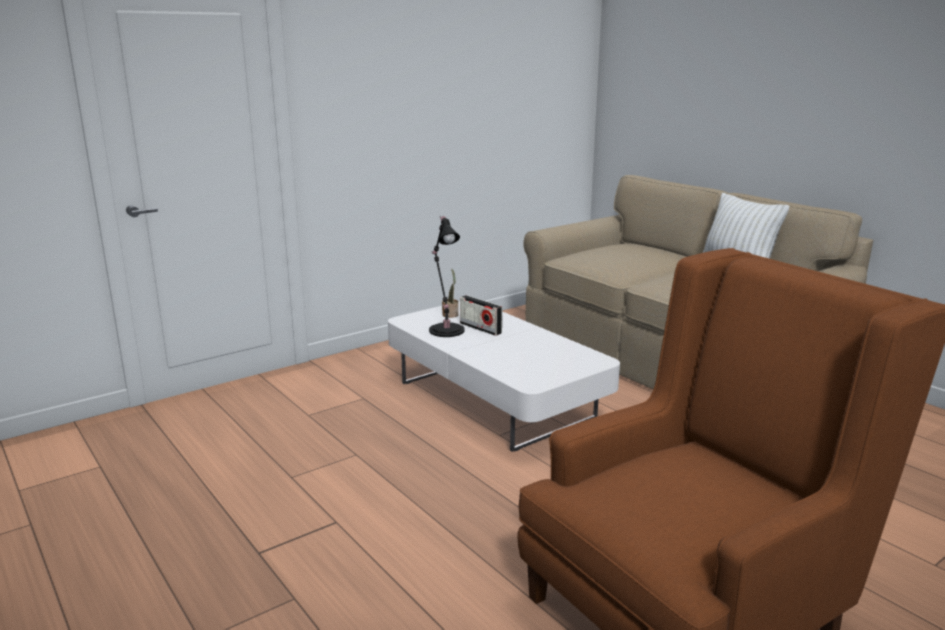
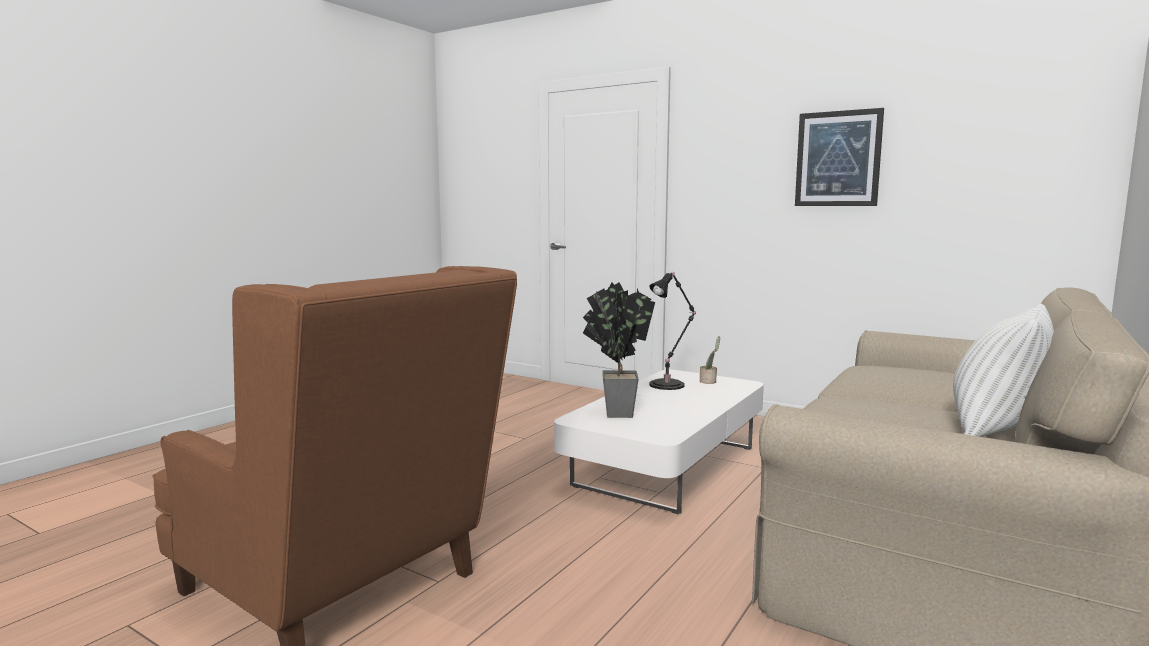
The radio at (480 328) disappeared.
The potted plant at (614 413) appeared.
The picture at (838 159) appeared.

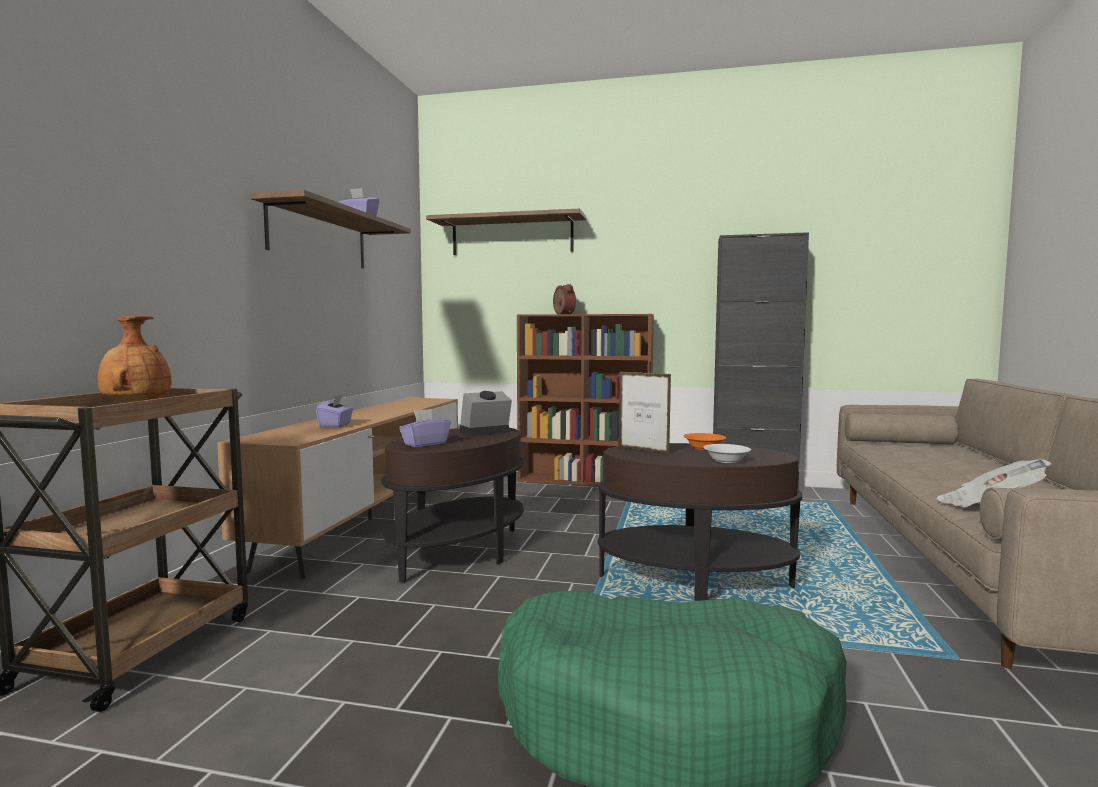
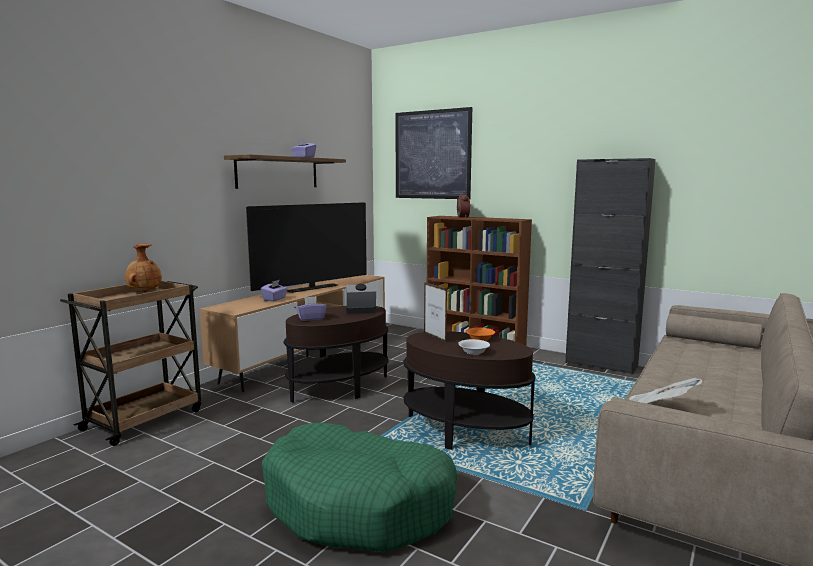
The shelf at (512 236) was replaced by the picture at (432 155).
The television at (312 288) appeared.

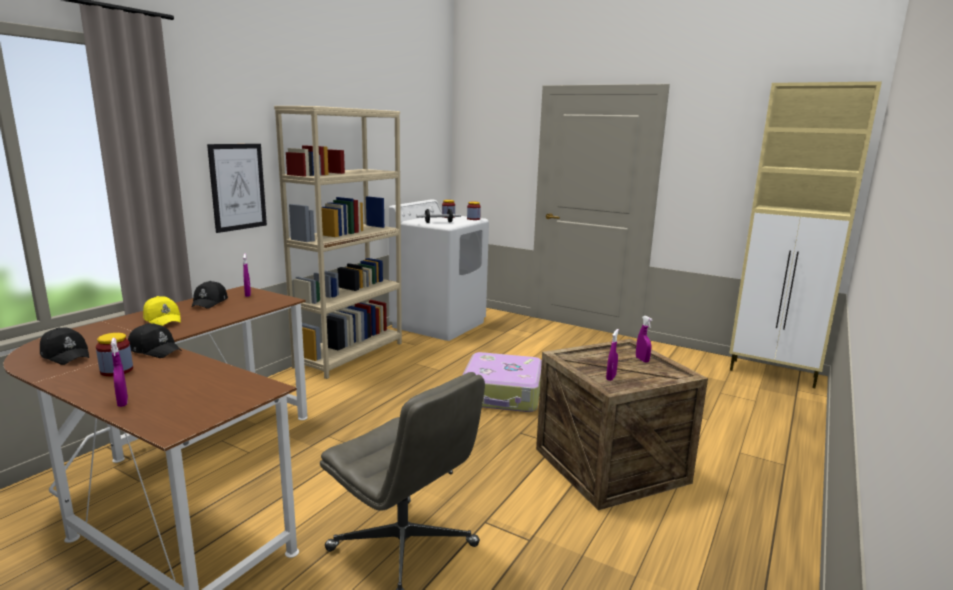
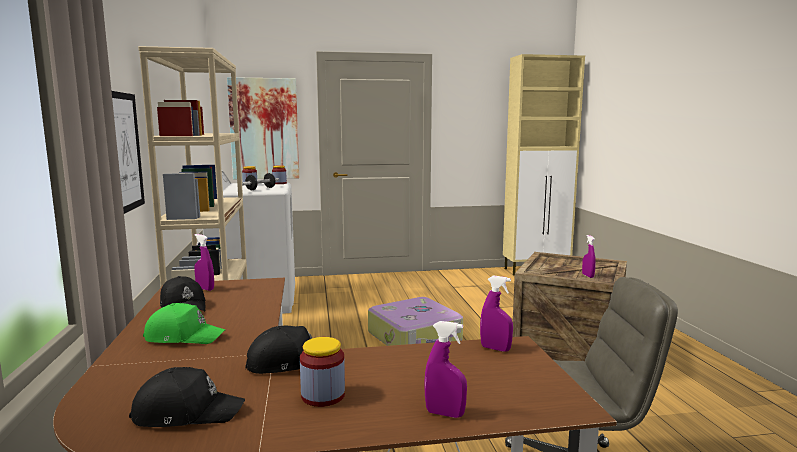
The yellow cap at (163 319) became the green cap at (184 336).
The purple spray bottle moved from (642 360) to (495 349).
The picture at (264 129) appeared.

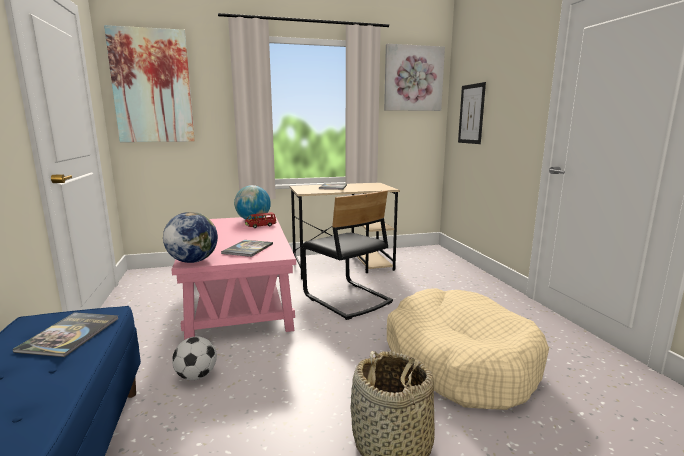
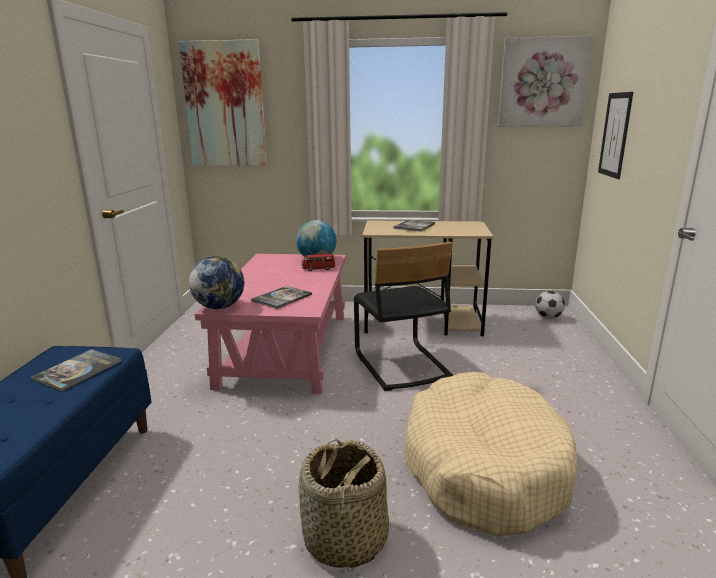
The football moved from (196 376) to (548 317).

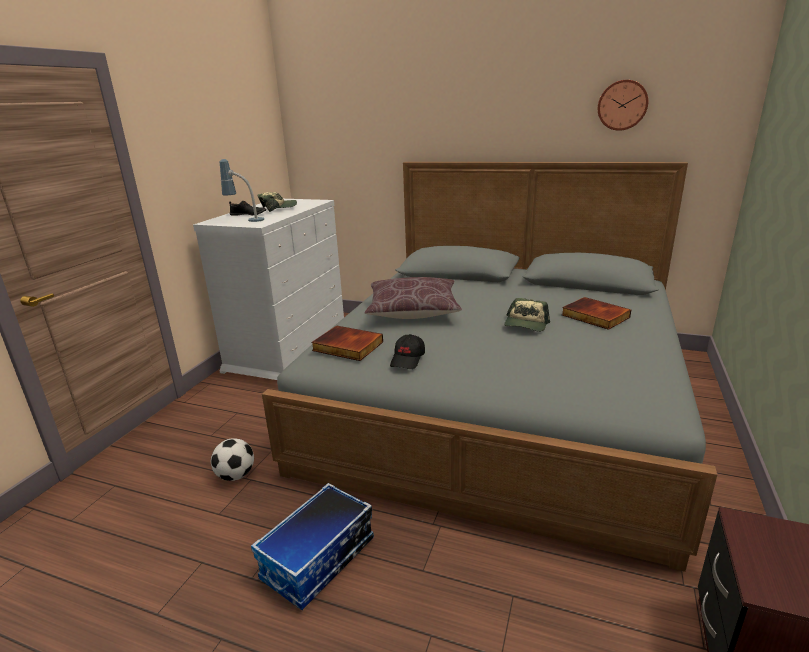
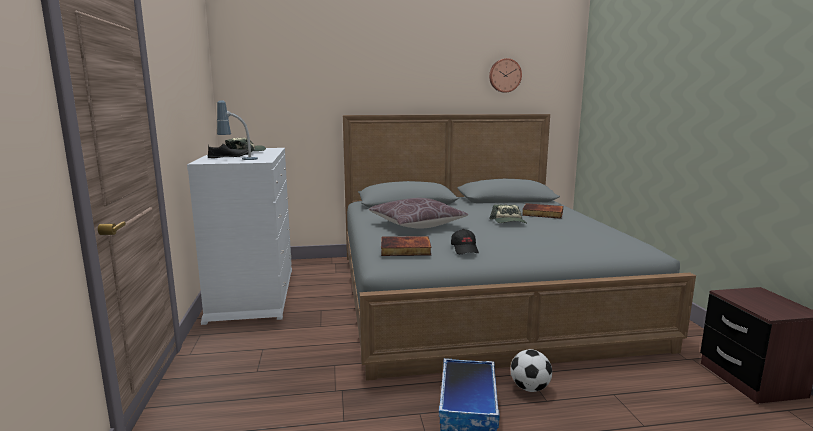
The football moved from (236 475) to (530 388).

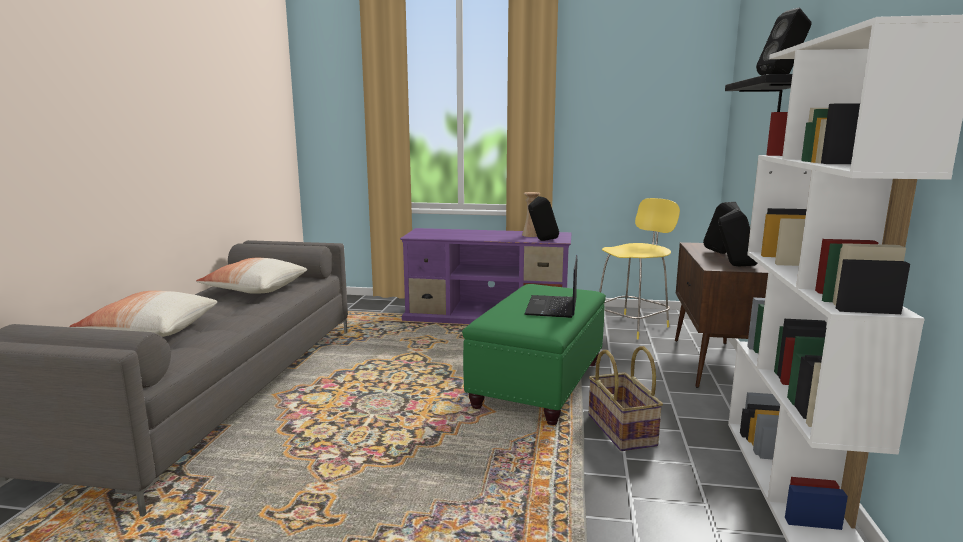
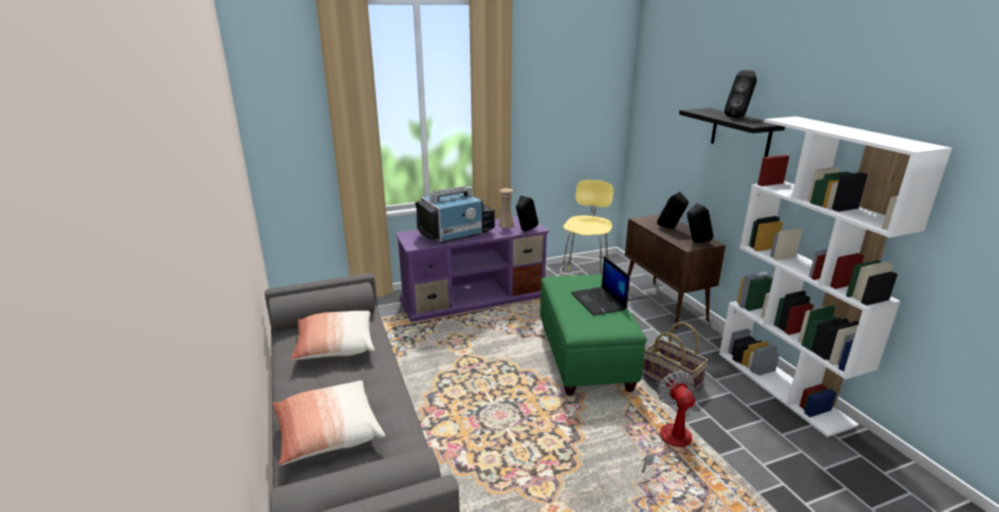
The television at (456 234) appeared.
The fan at (670 443) appeared.

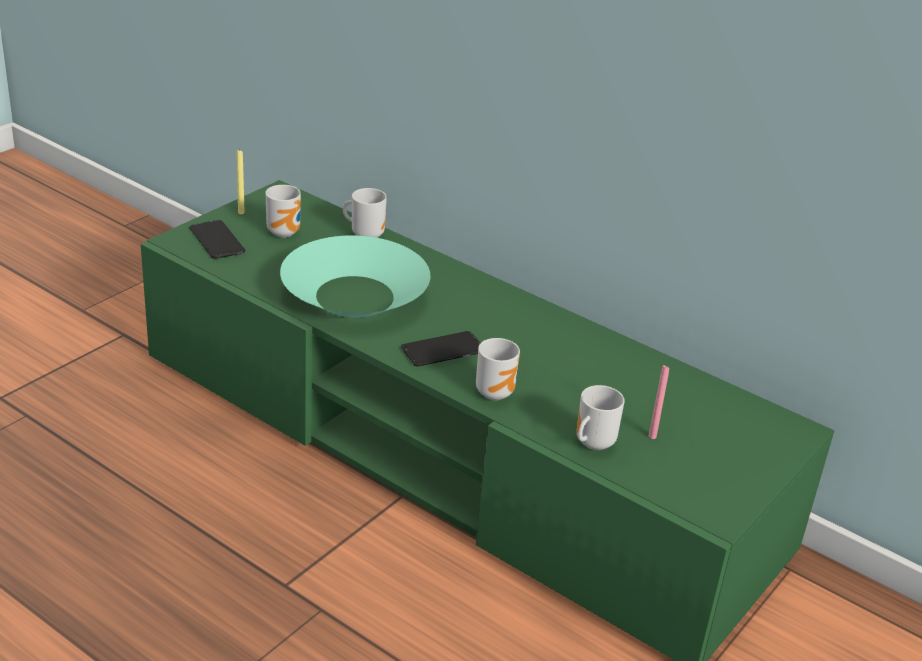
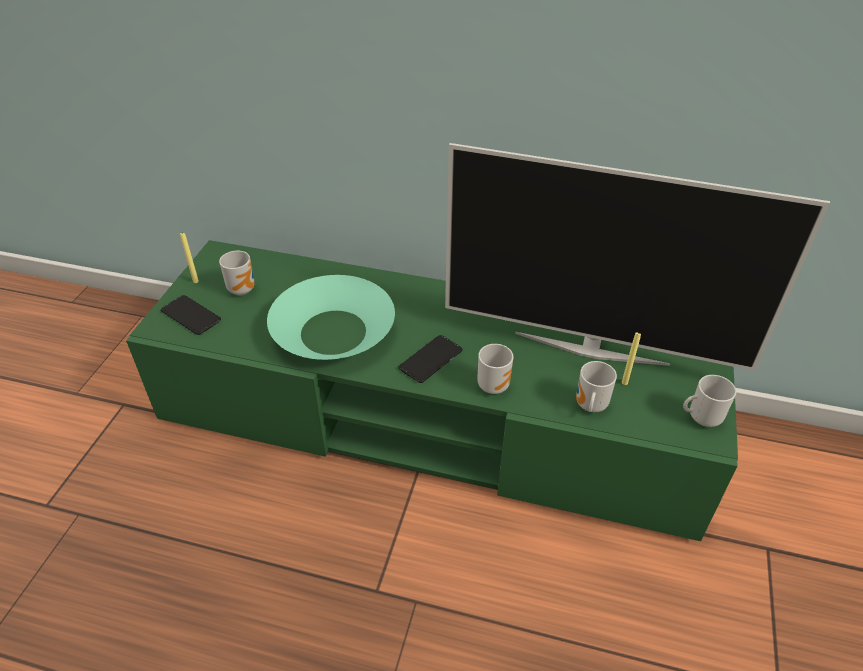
The mug moved from (365 235) to (701 418).
The pink candle at (652 436) became the yellow candle at (624 382).
The television at (591 347) appeared.

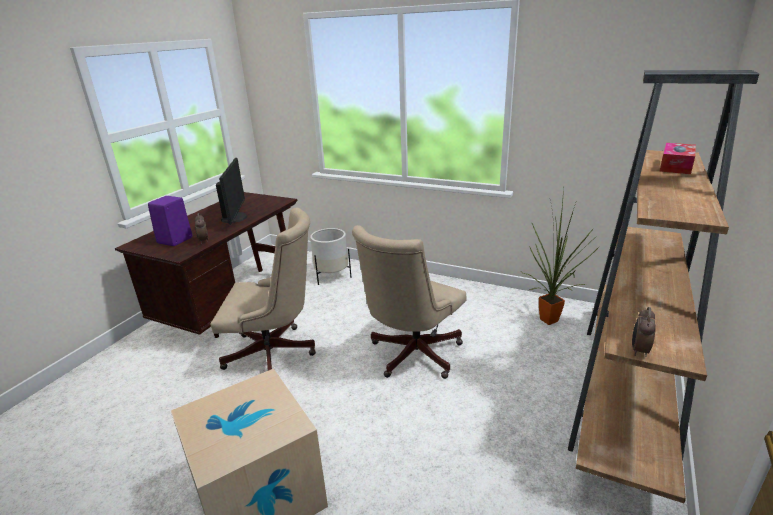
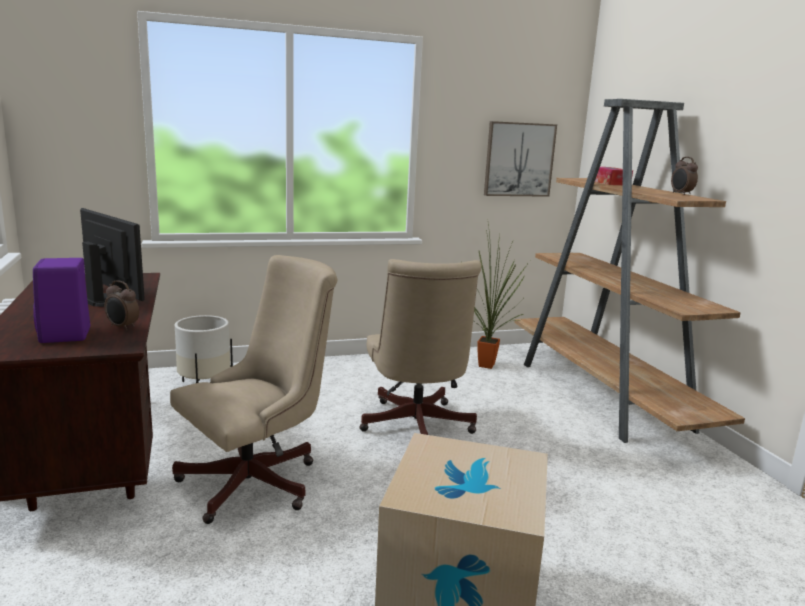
The alarm clock moved from (639 350) to (681 194).
The picture at (519 159) appeared.

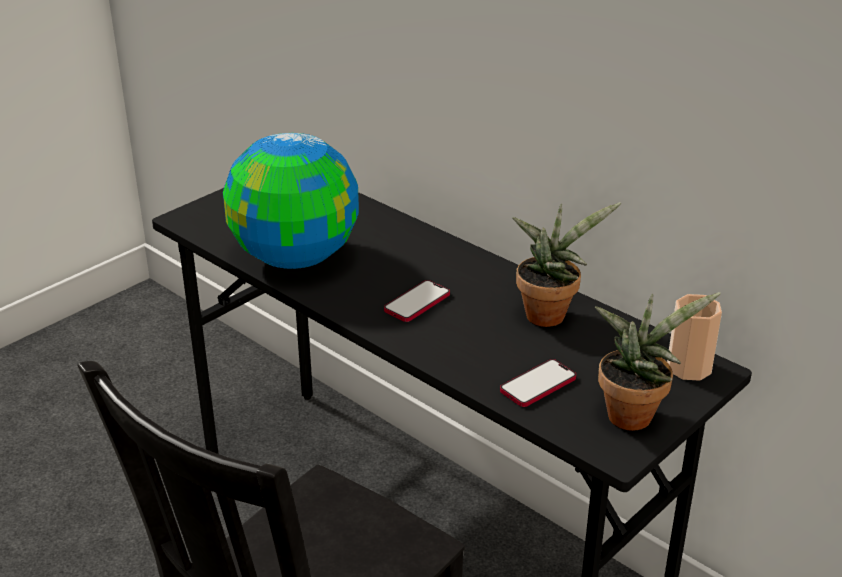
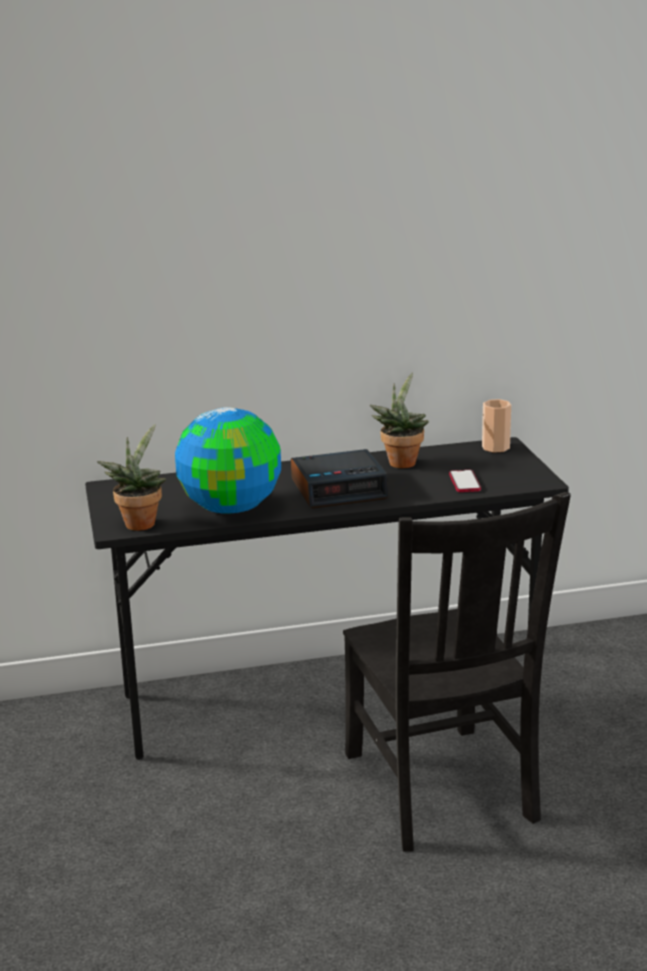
The phone at (417 303) was replaced by the alarm clock at (339 489).
The potted plant moved from (633 413) to (139 522).

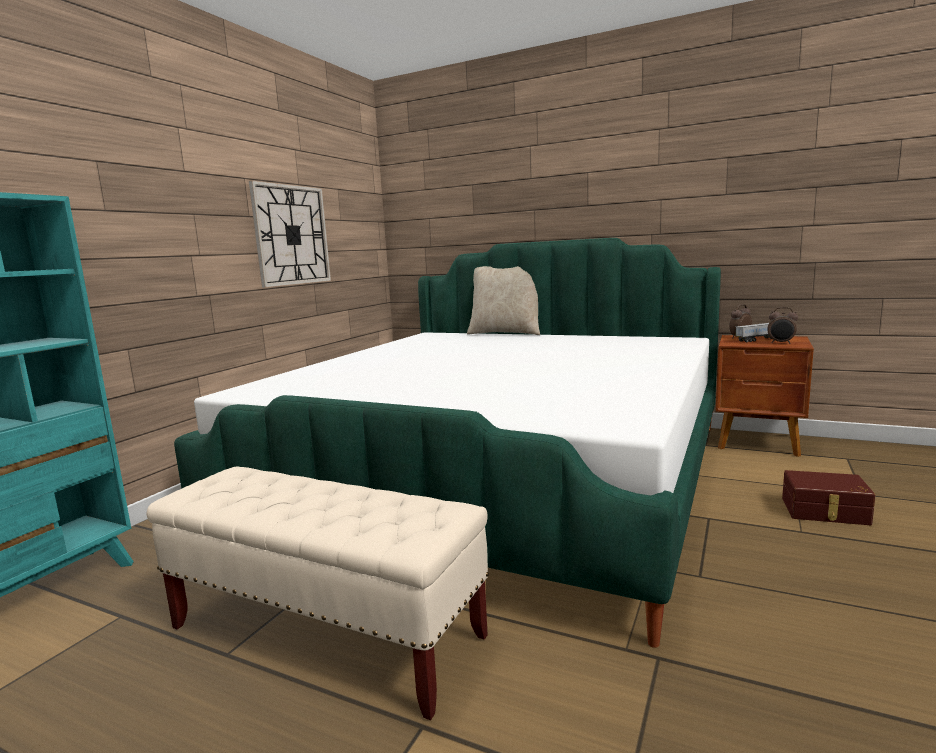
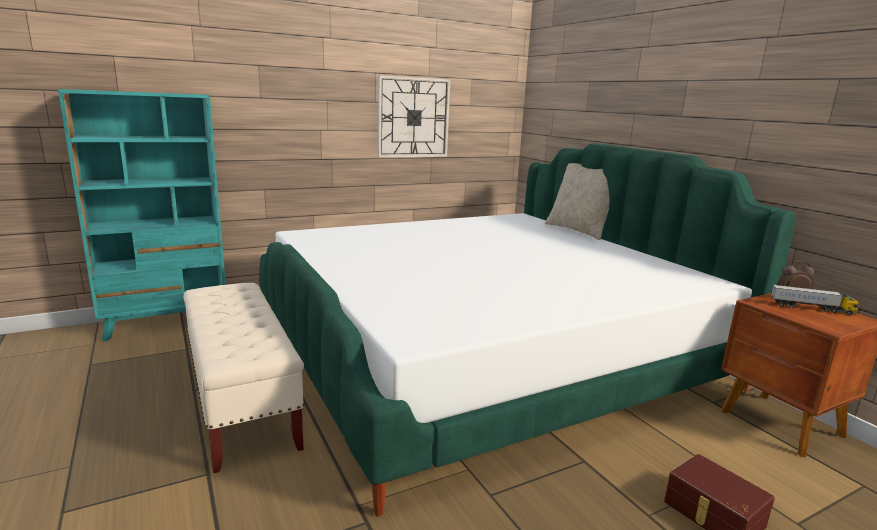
The alarm clock at (781 343) disappeared.

